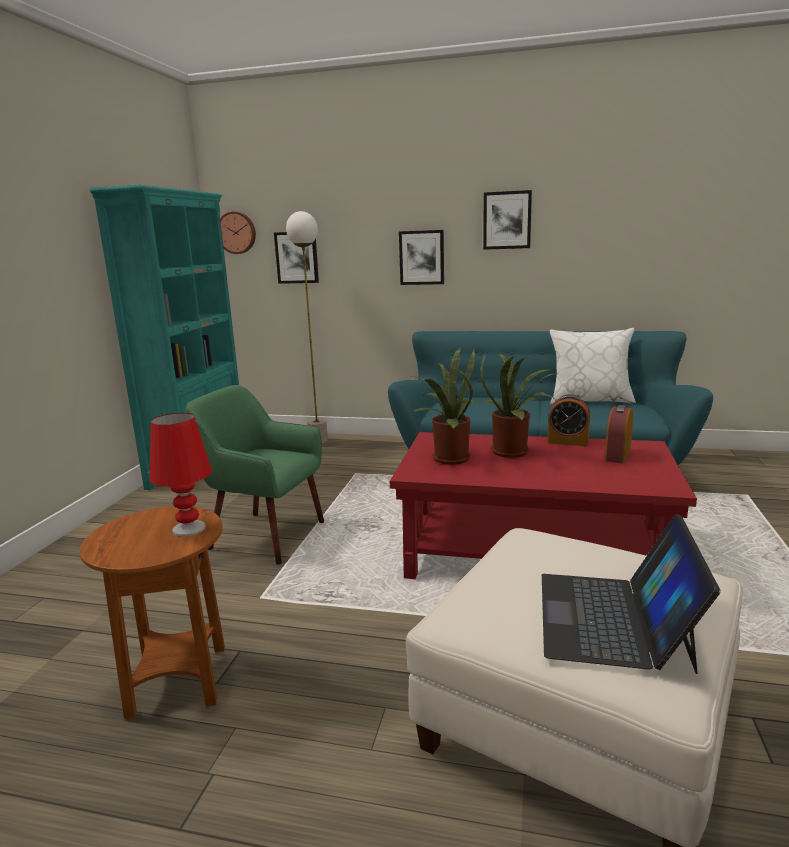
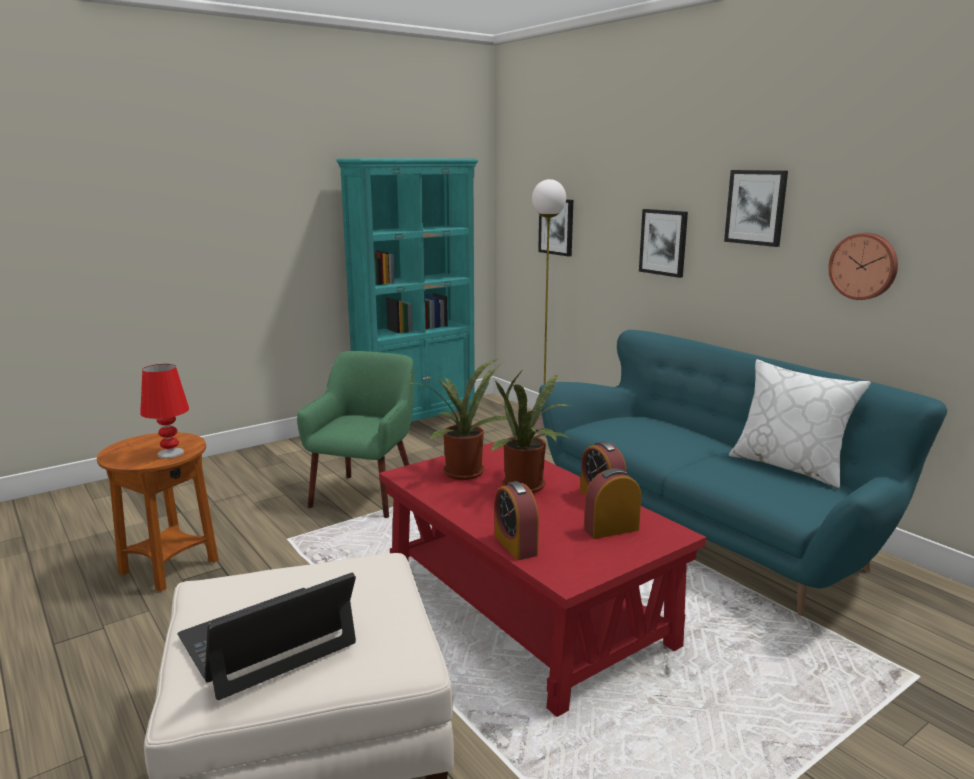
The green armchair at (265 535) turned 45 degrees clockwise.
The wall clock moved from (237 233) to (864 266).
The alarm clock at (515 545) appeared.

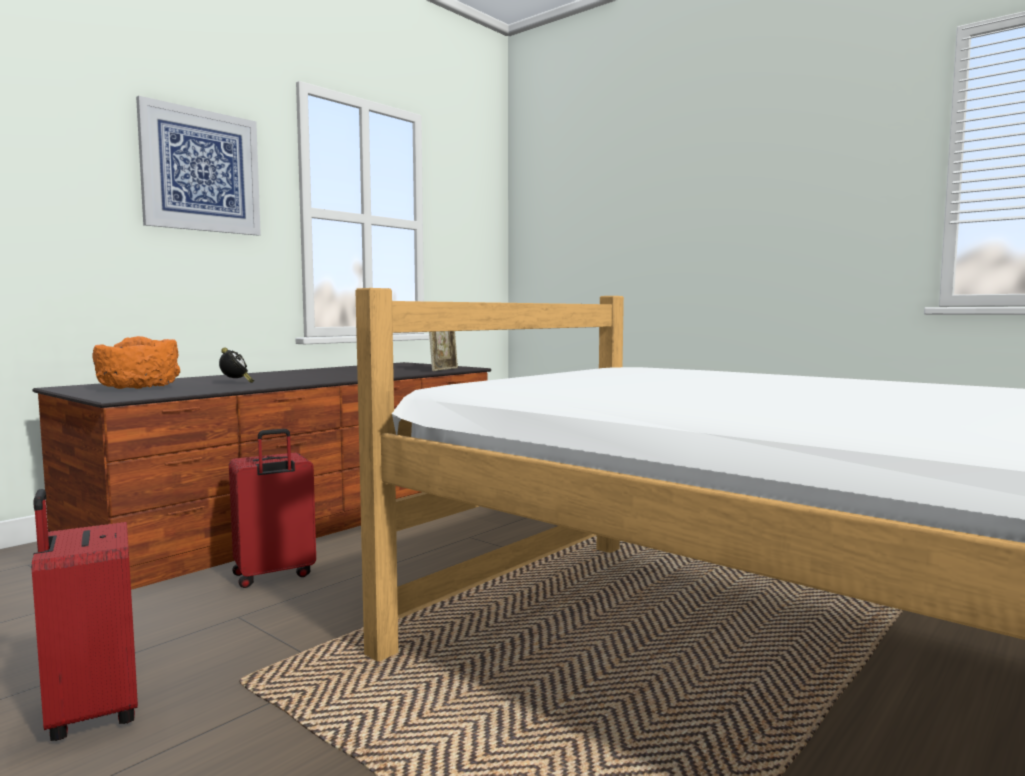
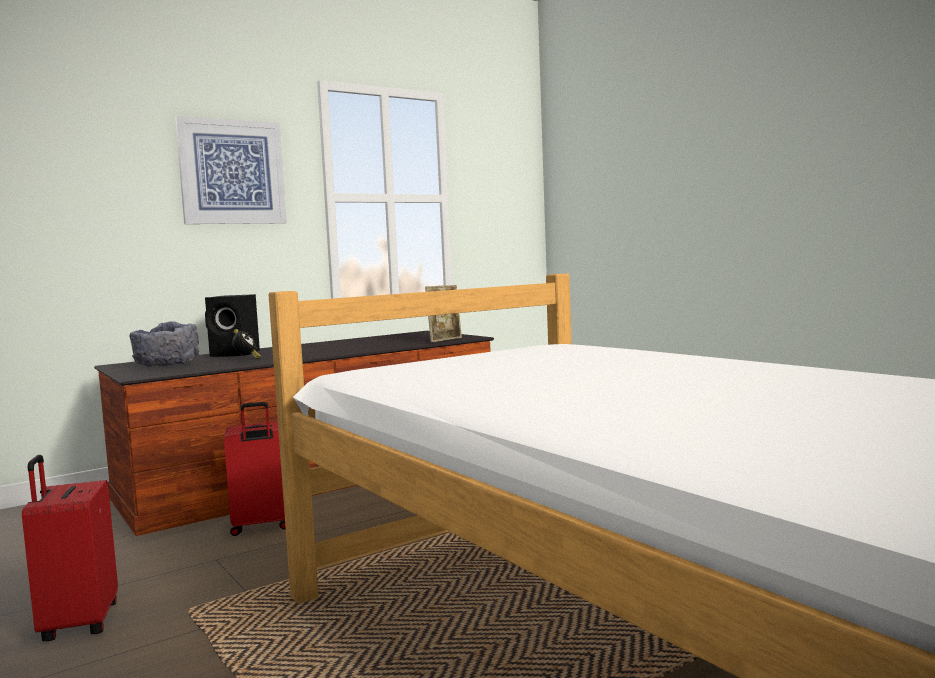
The orange bowl at (139 388) became the grey bowl at (167 365).
The black speaker at (236 354) appeared.

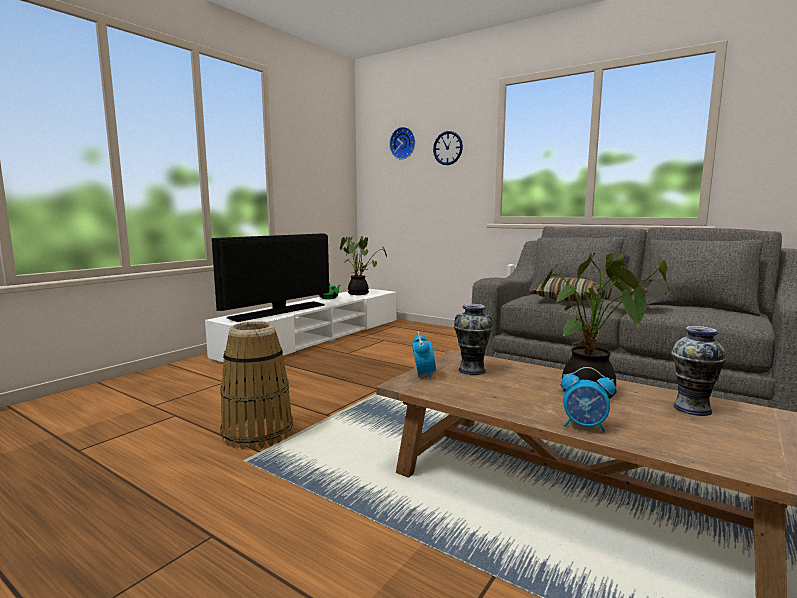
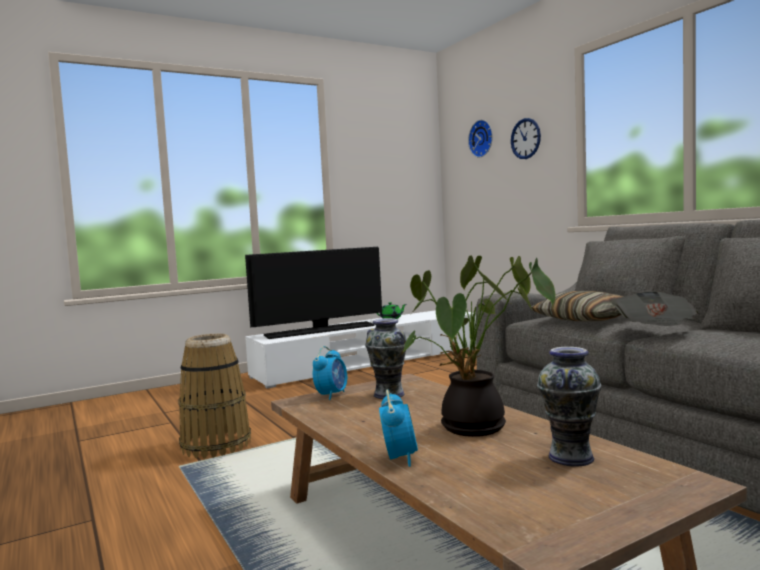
The potted plant at (360 293) disappeared.
The alarm clock at (584 426) turned 135 degrees counterclockwise.

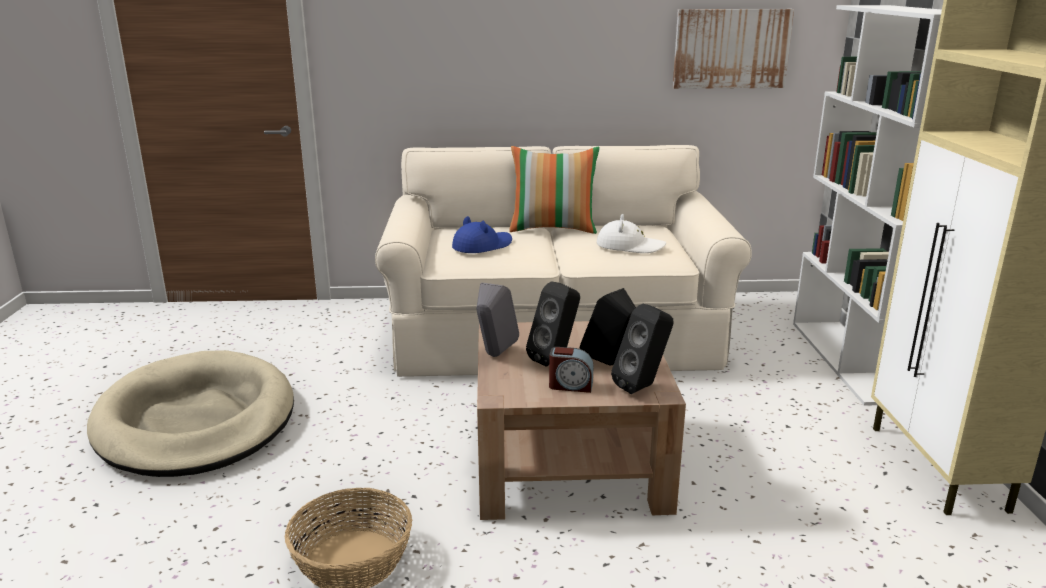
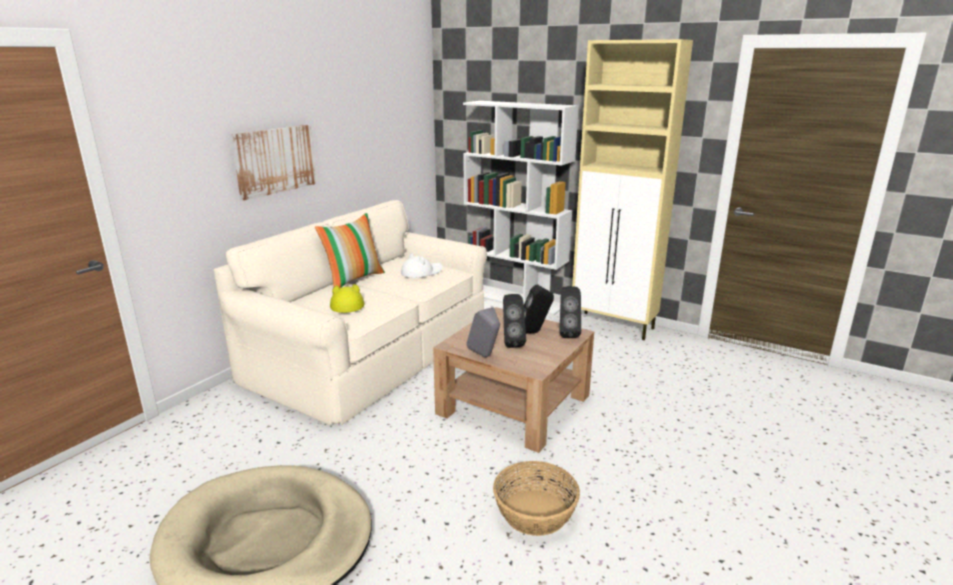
The blue hat at (482 246) became the yellow hat at (347 304).
The alarm clock at (570 385) disappeared.
The picture moved from (731 48) to (275 160).

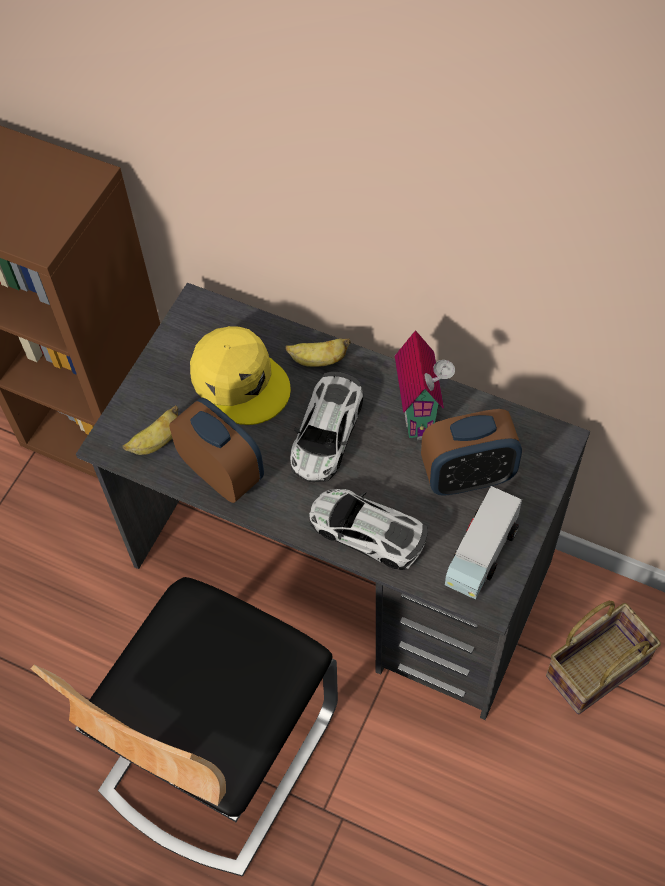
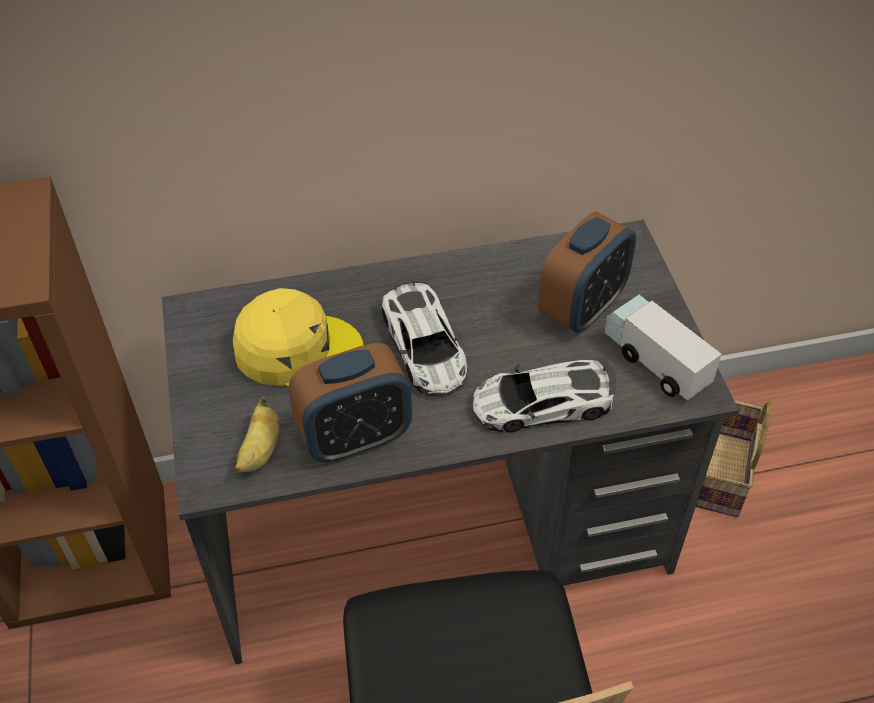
The alarm clock at (222 472) turned 150 degrees clockwise.
The banana at (318 360) disappeared.
The toy house at (421 414) disappeared.
The toy truck at (481 554) turned 150 degrees clockwise.

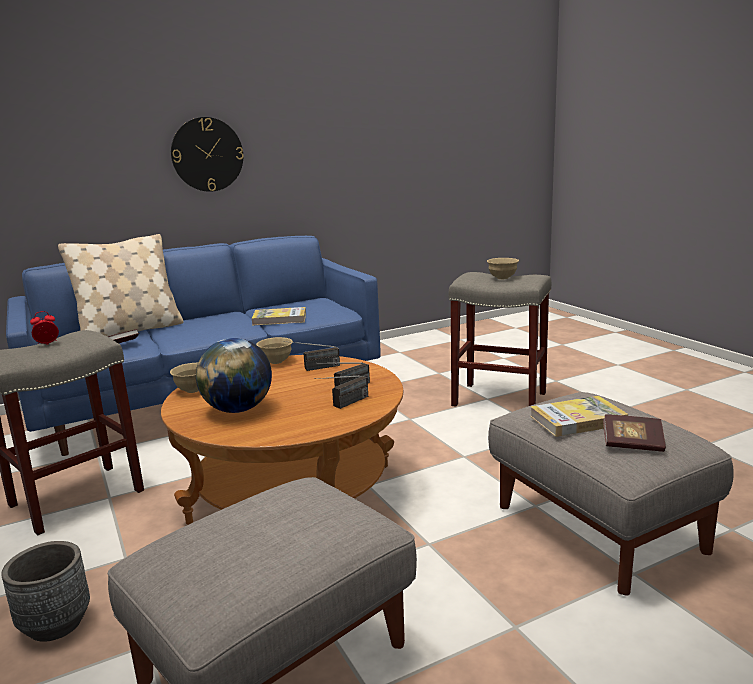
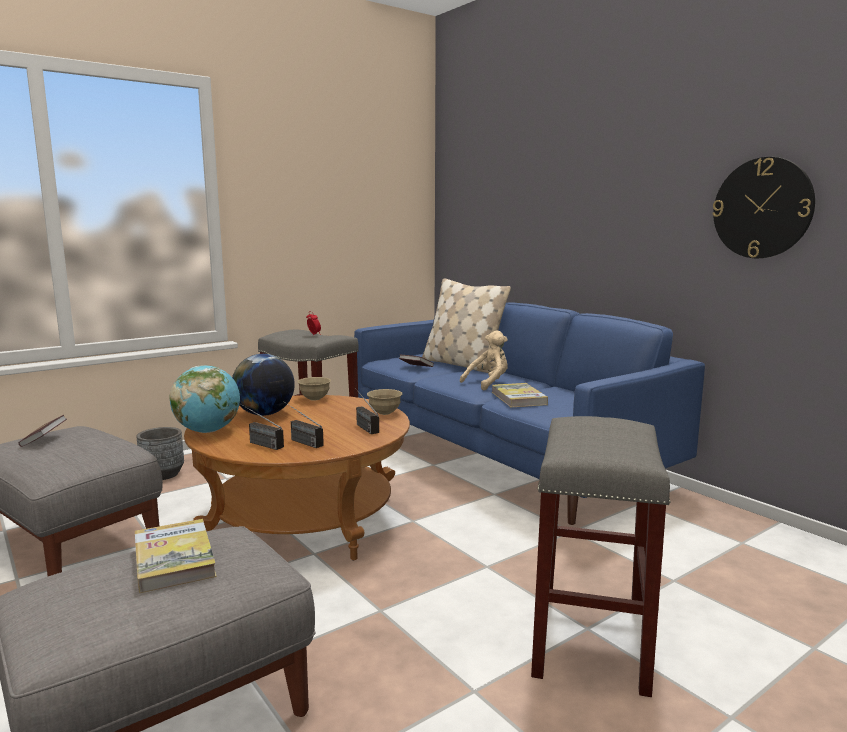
The wall clock moved from (207 154) to (762 208).
The beige bowl at (502 278) disappeared.
The book moved from (632 444) to (44 440).
The globe at (208 431) appeared.
The beige plush toy at (488 383) appeared.

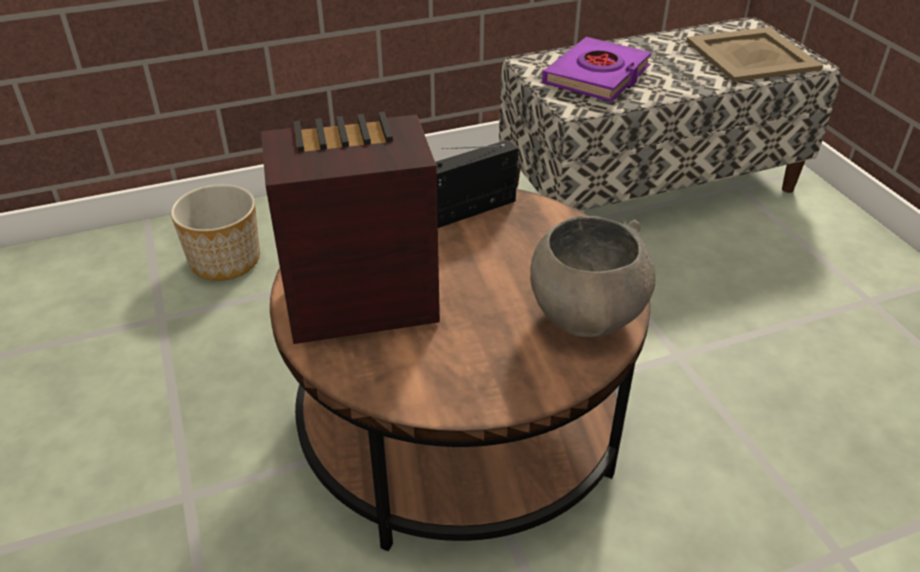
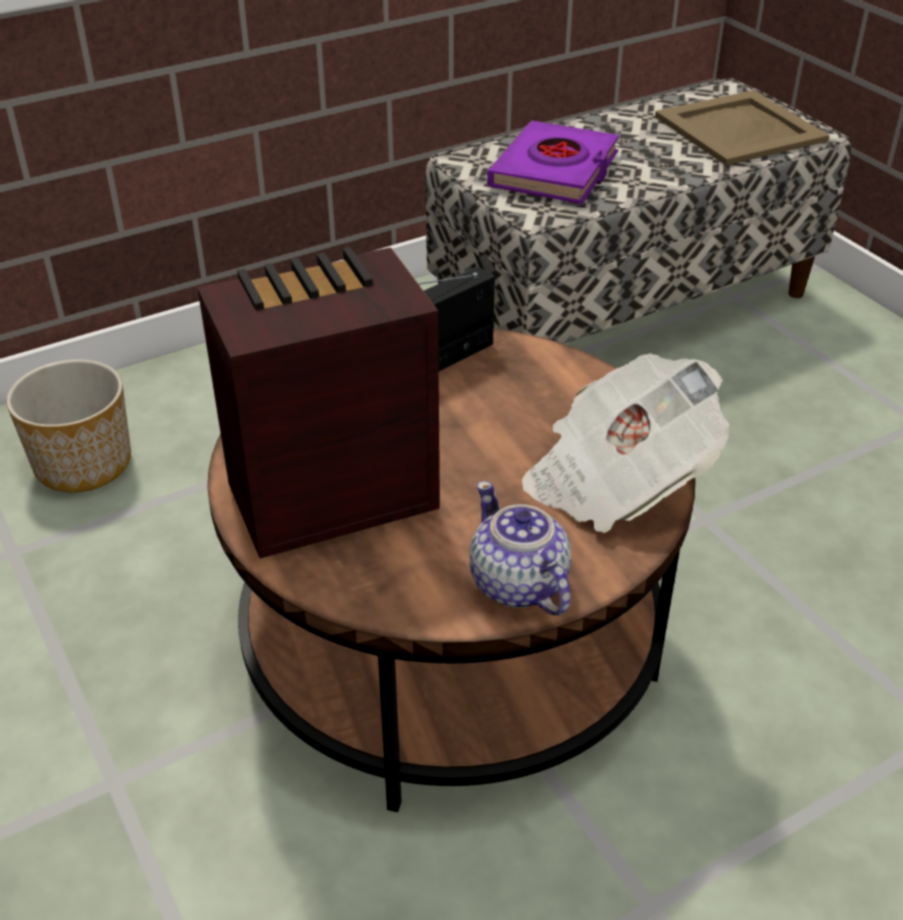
The grey bowl at (585 316) was replaced by the newspaper at (617 480).
The teapot at (518 585) appeared.

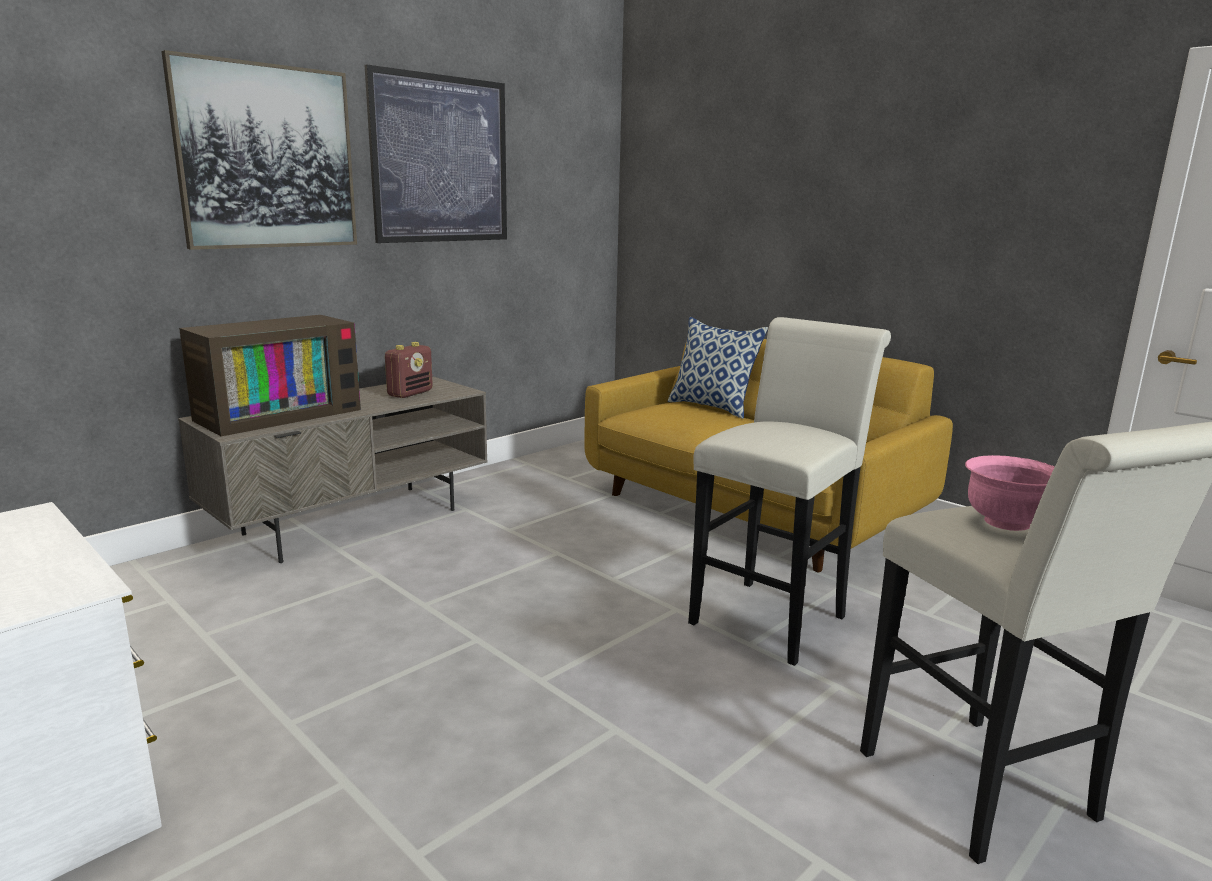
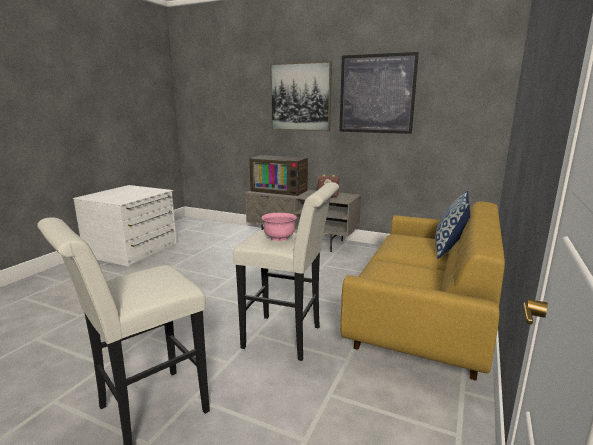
The pink bowl moved from (1006 522) to (279 238).

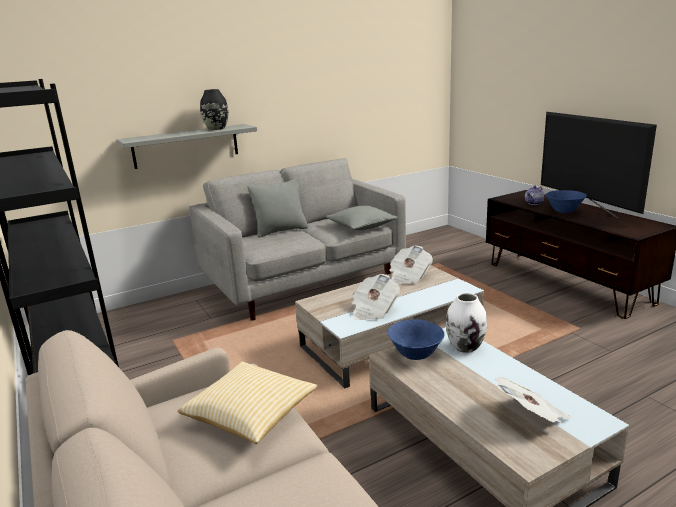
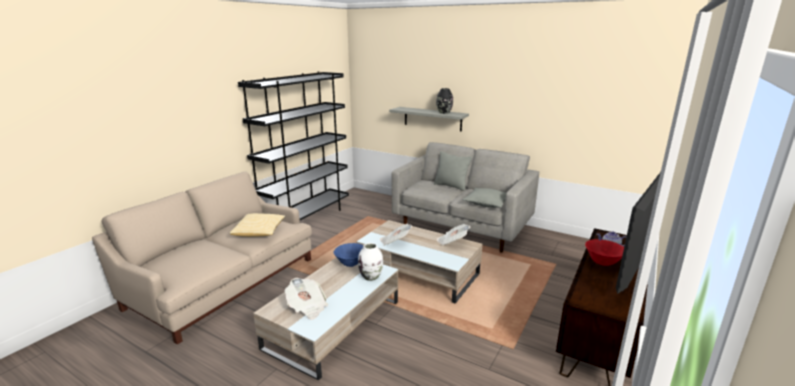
The blue bowl at (564 212) became the red bowl at (602 263).

